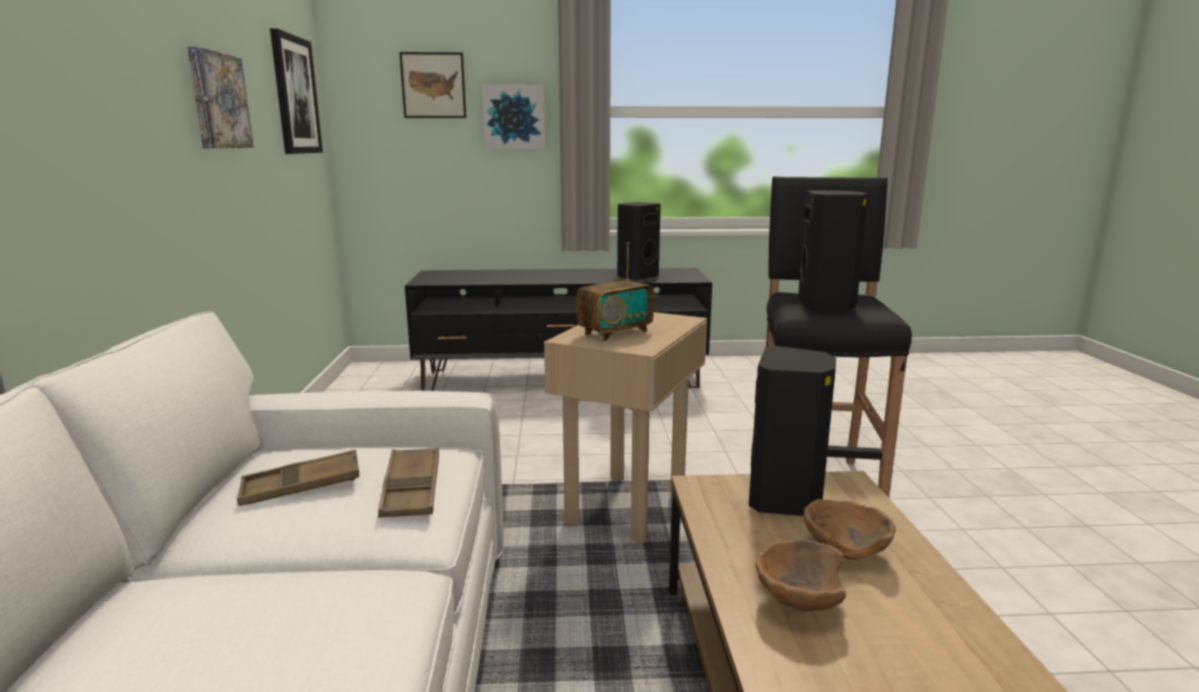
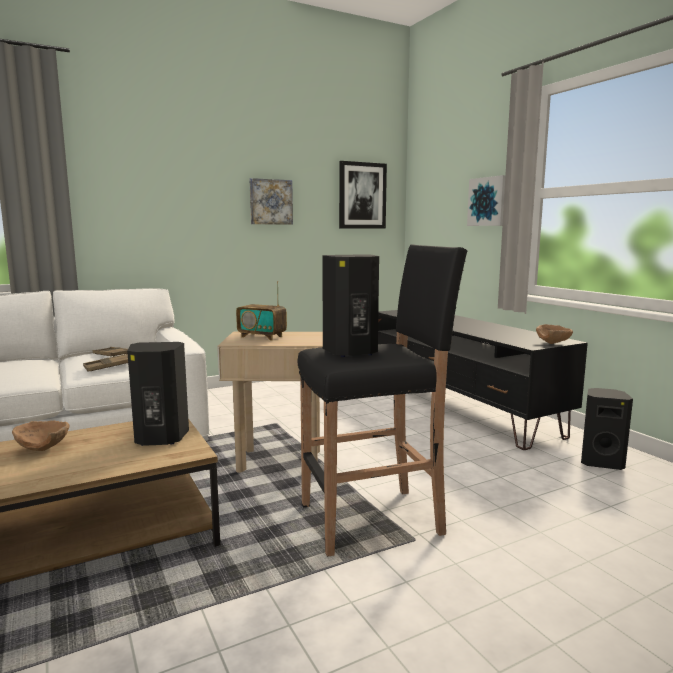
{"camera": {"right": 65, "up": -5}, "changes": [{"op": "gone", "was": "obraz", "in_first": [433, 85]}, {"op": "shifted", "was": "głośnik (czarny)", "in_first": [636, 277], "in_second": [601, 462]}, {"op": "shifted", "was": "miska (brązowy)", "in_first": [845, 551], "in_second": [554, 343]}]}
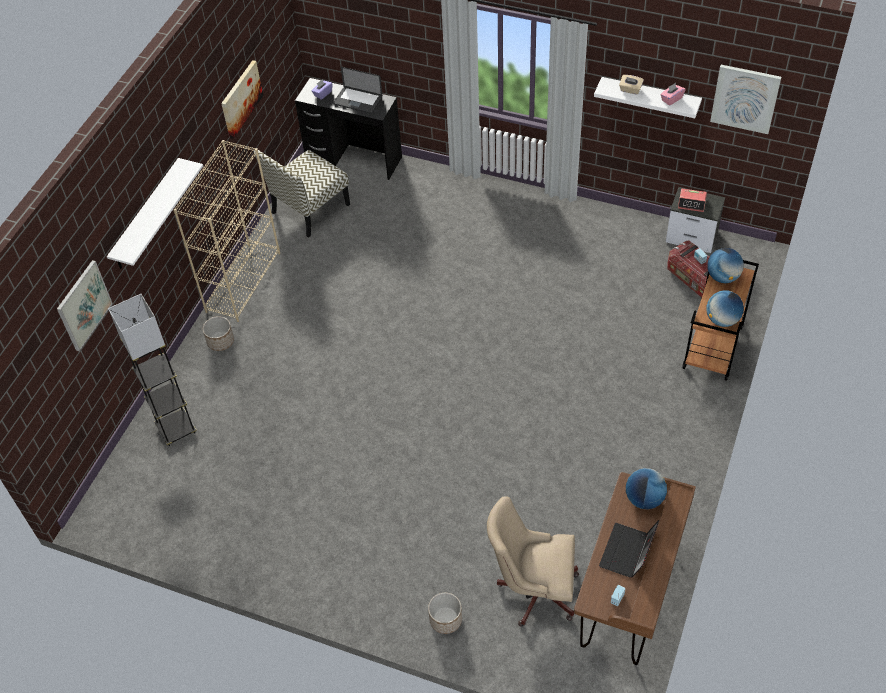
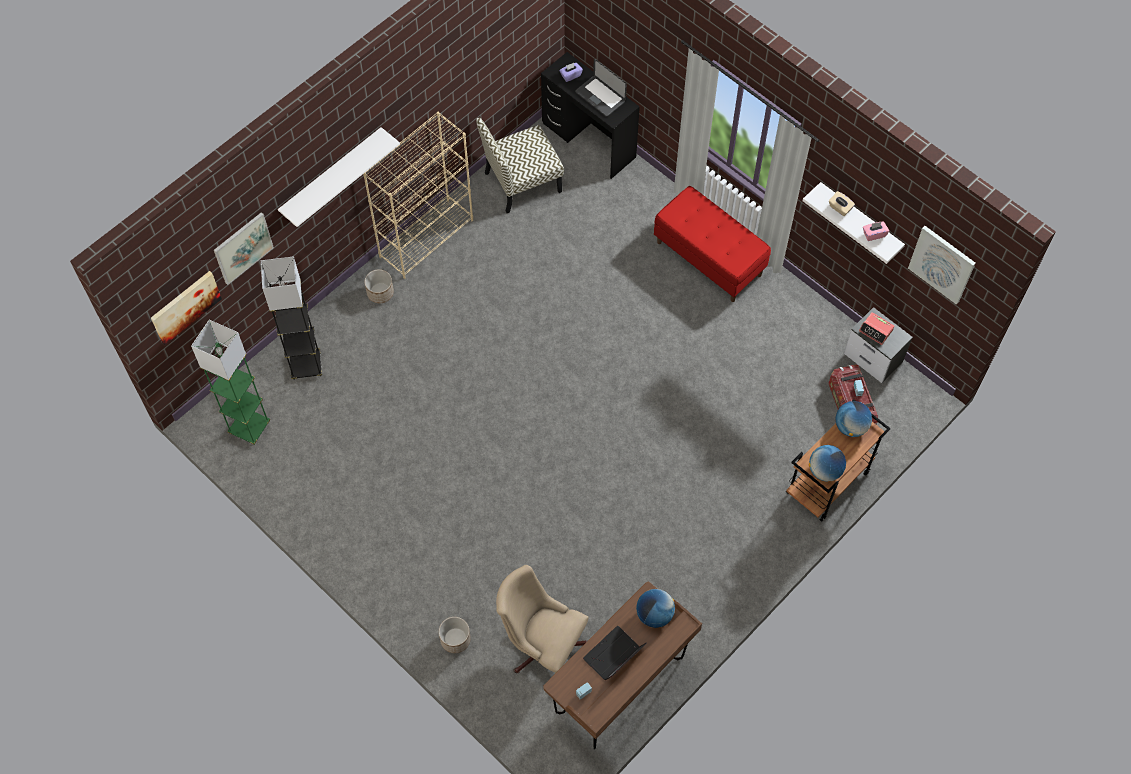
{"camera": {"right": 20, "up": 10}, "changes": [{"op": "shifted", "was": "obraz", "in_first": [241, 99], "in_second": [185, 306]}, {"op": "new", "now": "ławka (czerwony)", "in_second": [709, 258]}, {"op": "new", "now": "lampa stojąca (zielony)", "in_second": [249, 428]}]}
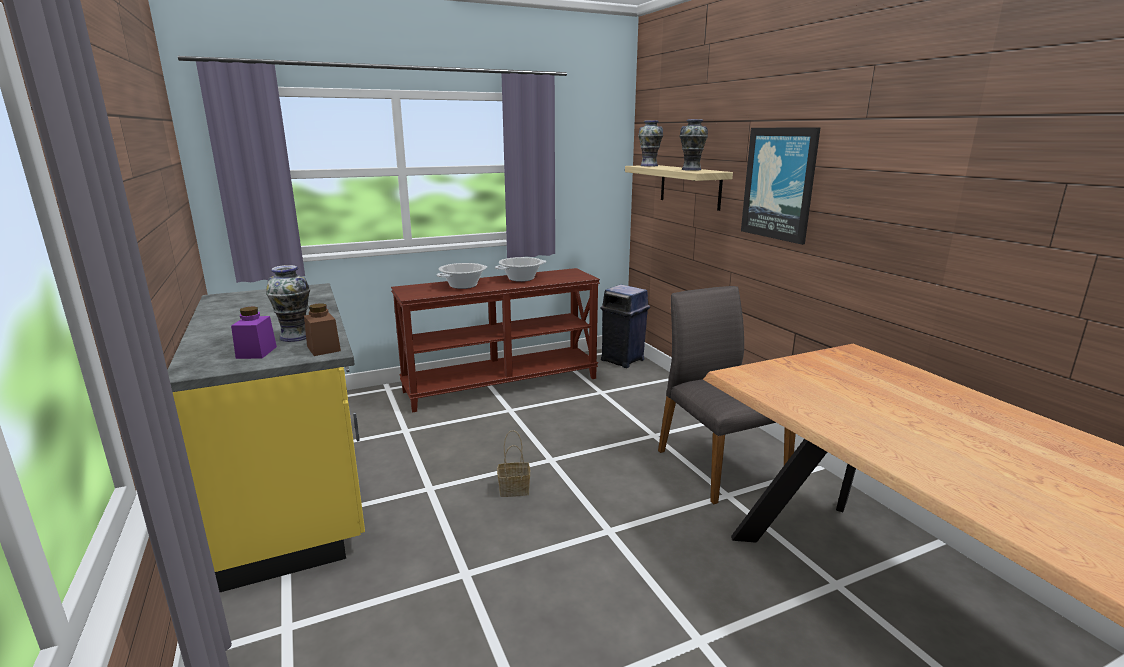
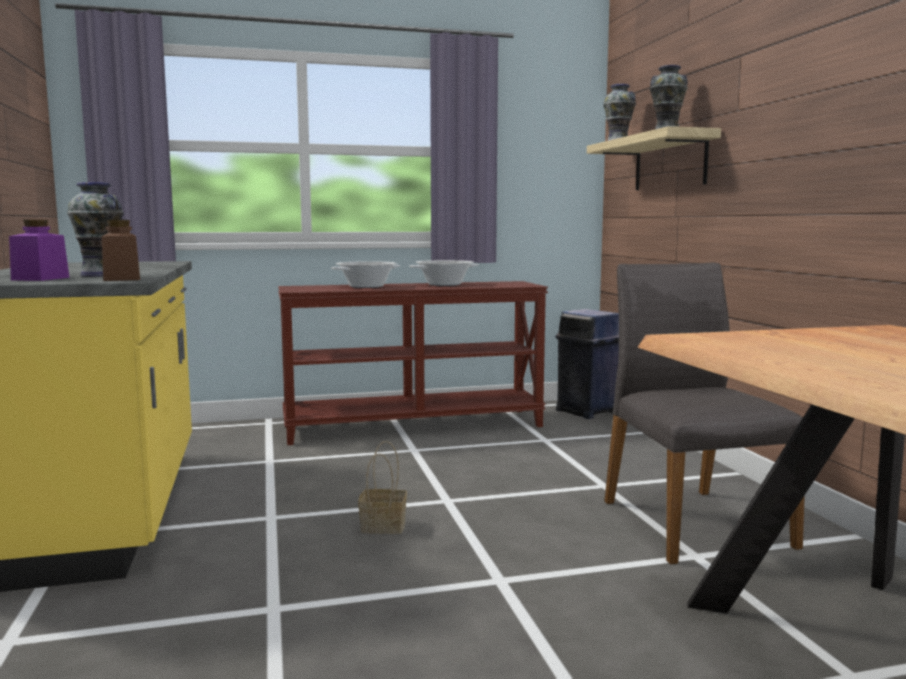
{"camera": {"right": 10, "up": -10}, "changes": [{"op": "gone", "was": "obraz", "in_first": [779, 184]}]}
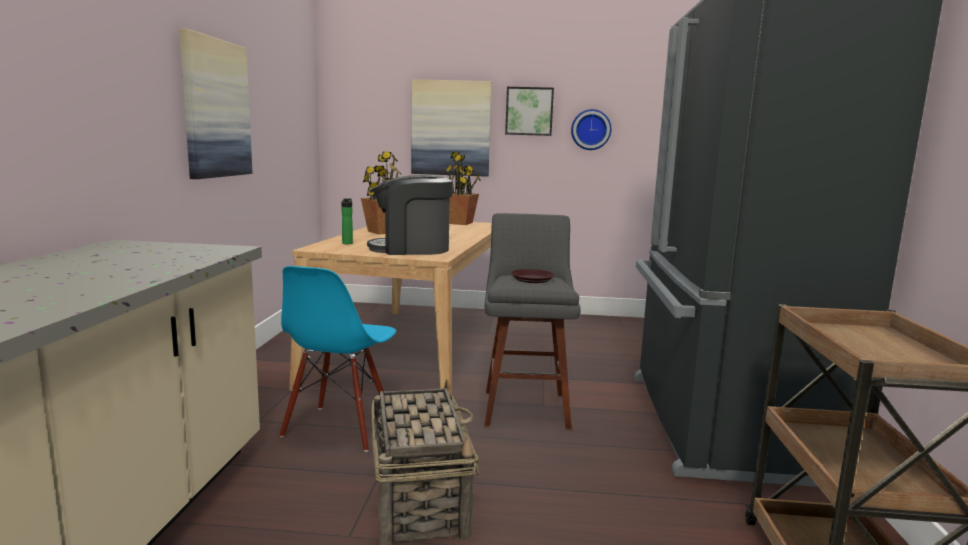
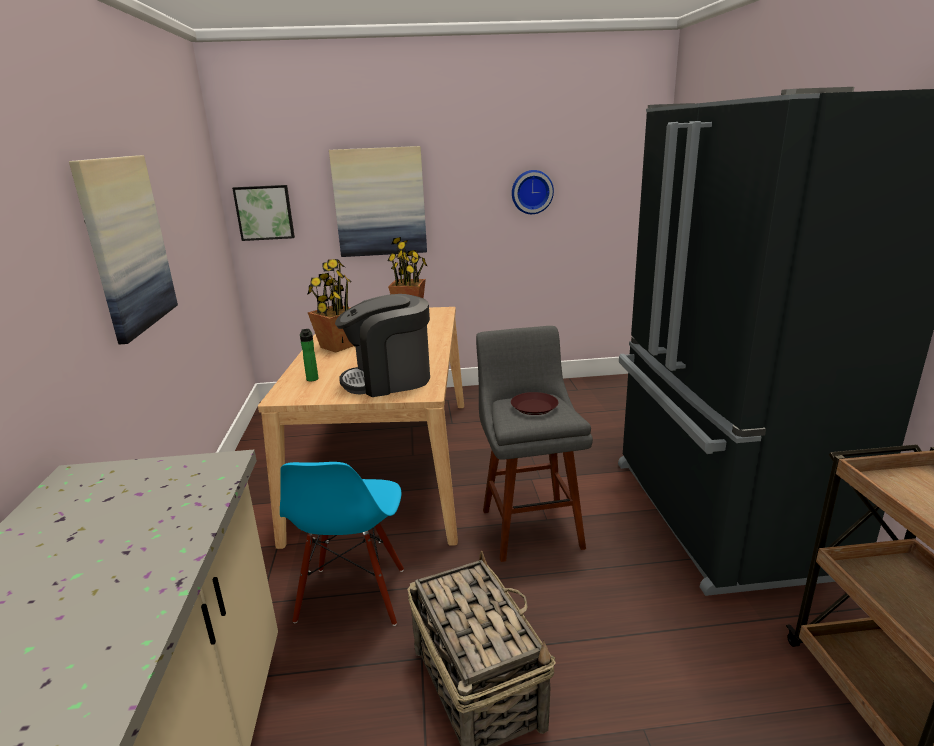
{"camera": {"right": -10, "up": 10}, "changes": [{"op": "shifted", "was": "obraz", "in_first": [529, 111], "in_second": [264, 212]}]}
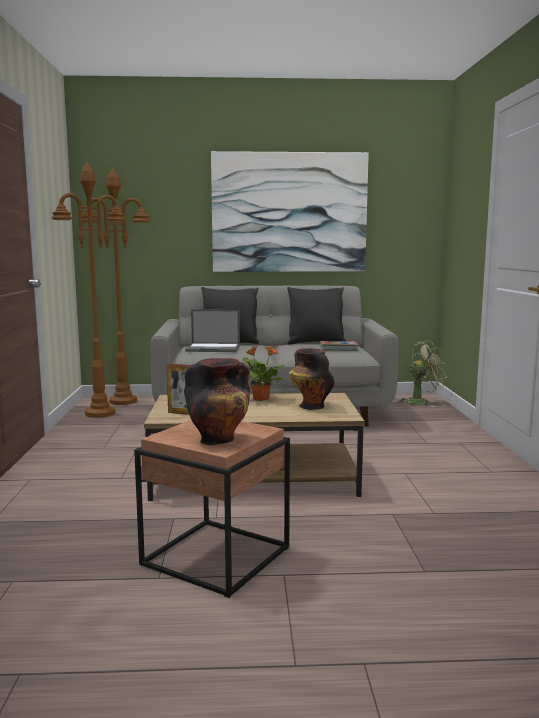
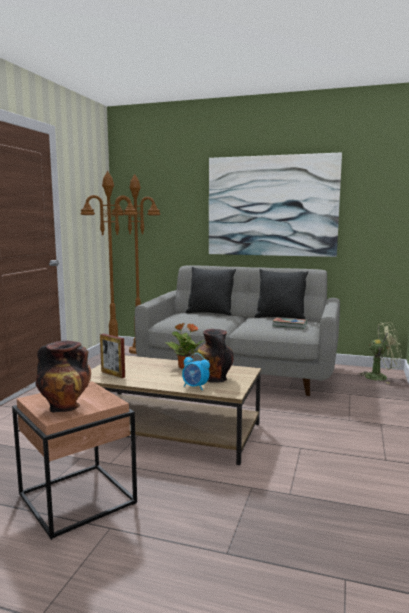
{"camera": {"right": 20, "up": 0}, "changes": [{"op": "gone", "was": "laptop", "in_first": [214, 348]}, {"op": "new", "now": "budzik", "in_second": [195, 387]}]}
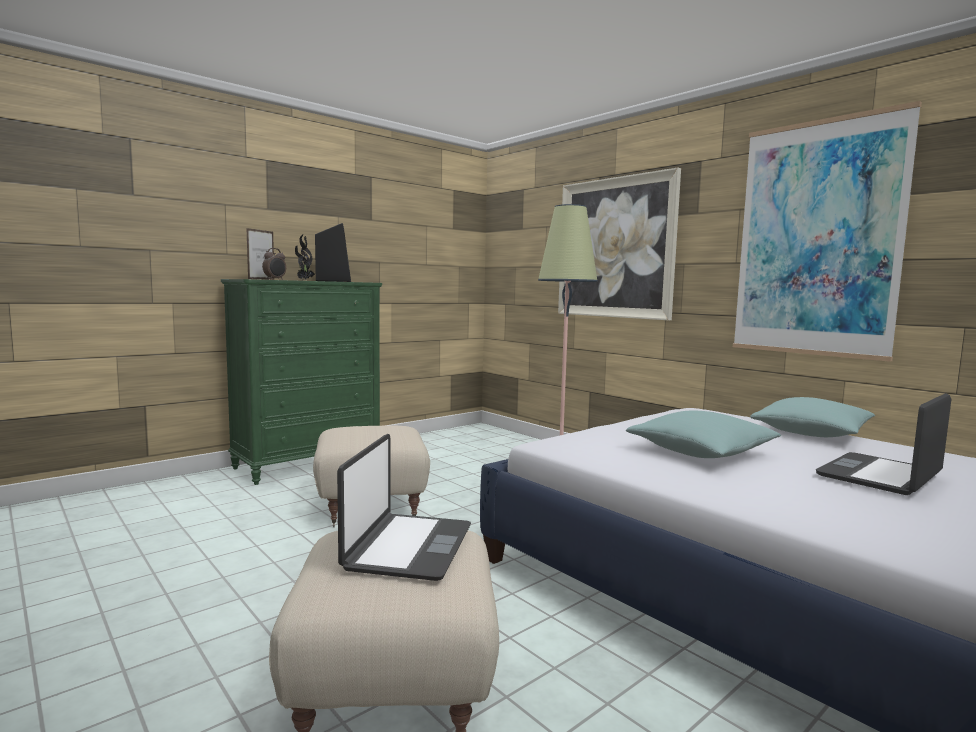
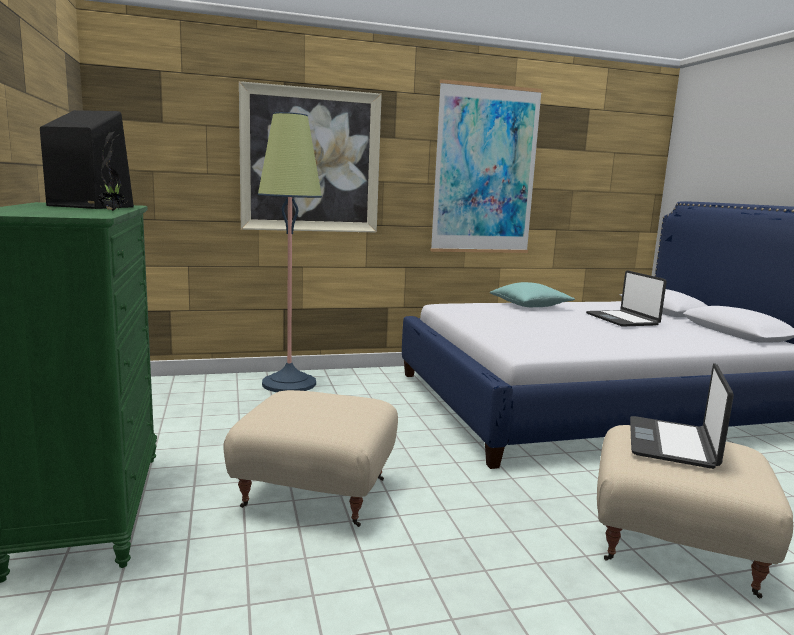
{"camera": {"right": -65, "up": 5}, "changes": [{"op": "gone", "was": "ramka na zdjęcie", "in_first": [261, 279]}, {"op": "gone", "was": "budzik", "in_first": [275, 279]}, {"op": "gone", "was": "poduszka (turkusowy)", "in_first": [701, 453]}, {"op": "rotated", "was": "laptop", "in_first": [408, 547], "in_second": [672, 444], "clockwise": -105}]}
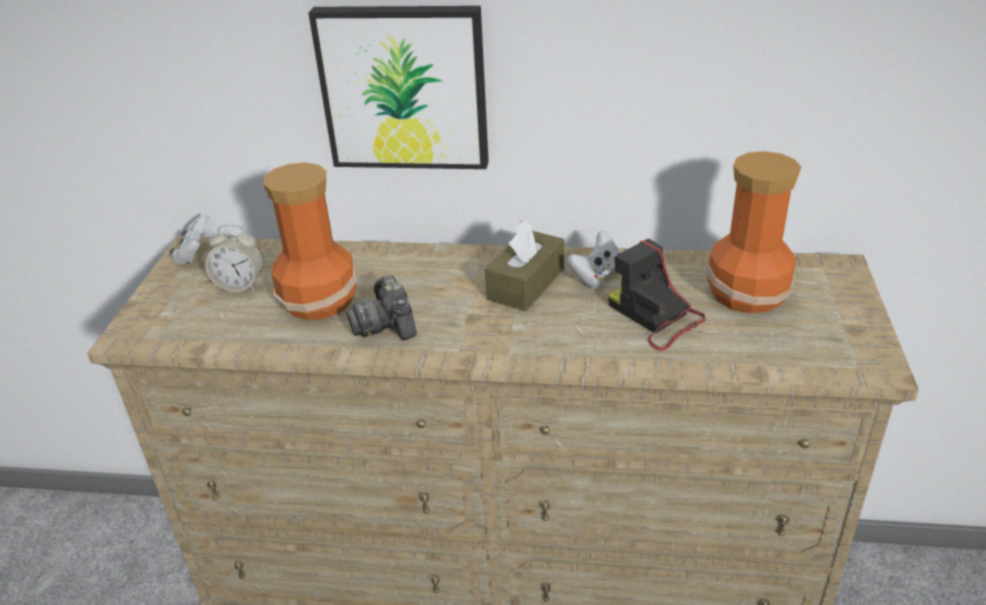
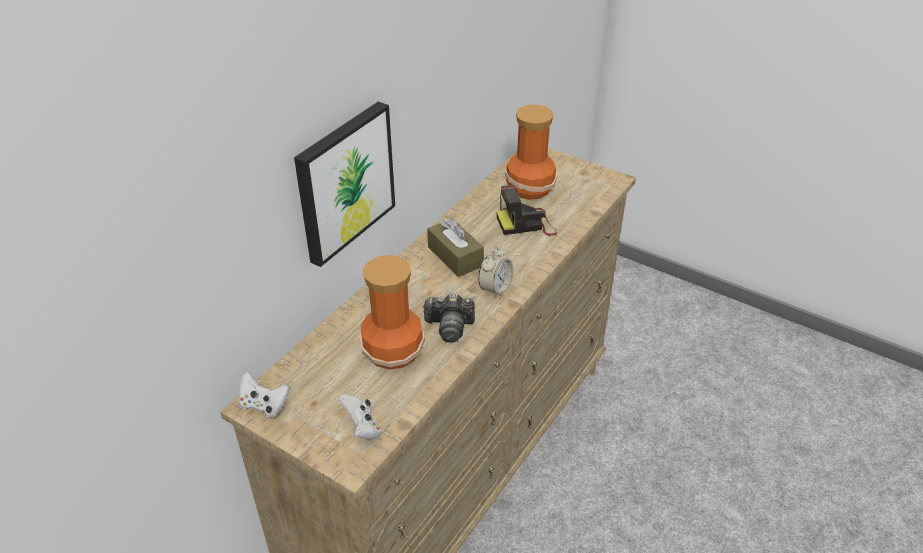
{"camera": {"right": -65, "up": 5}, "changes": [{"op": "shifted", "was": "budzik", "in_first": [240, 285], "in_second": [495, 288]}, {"op": "shifted", "was": "pad do gier (biały)", "in_first": [596, 276], "in_second": [362, 427]}]}
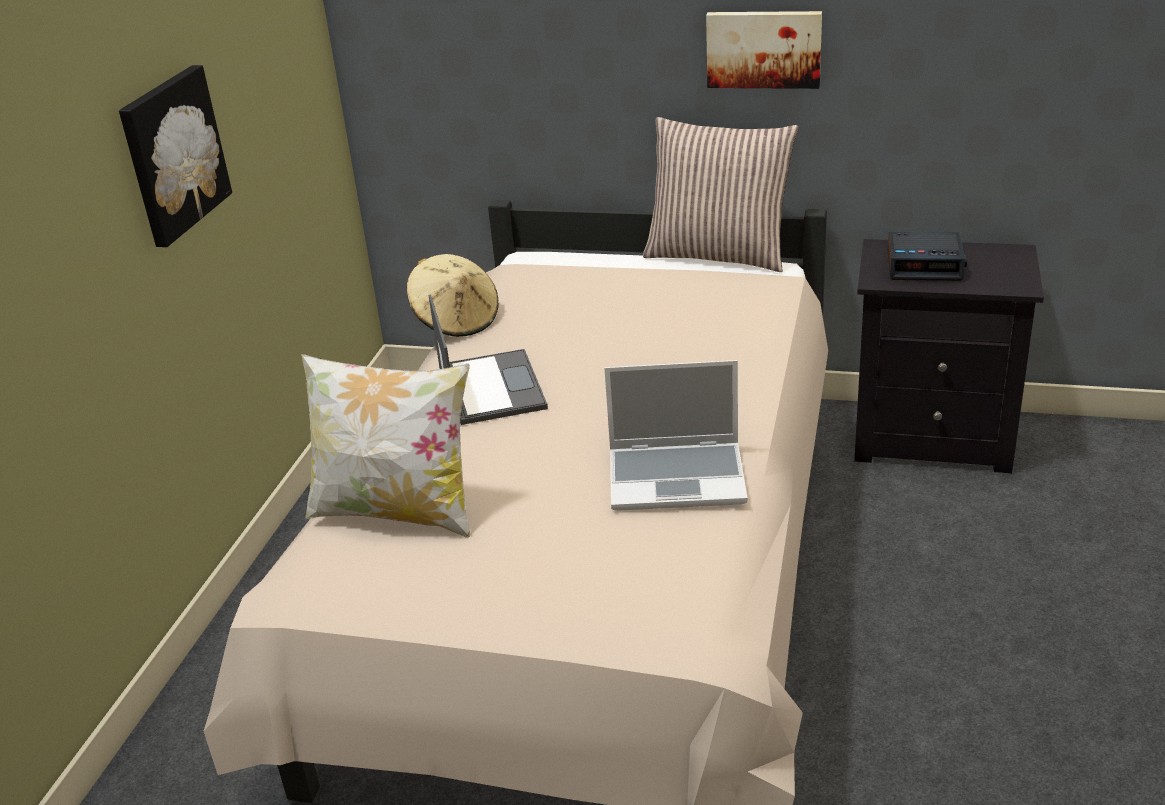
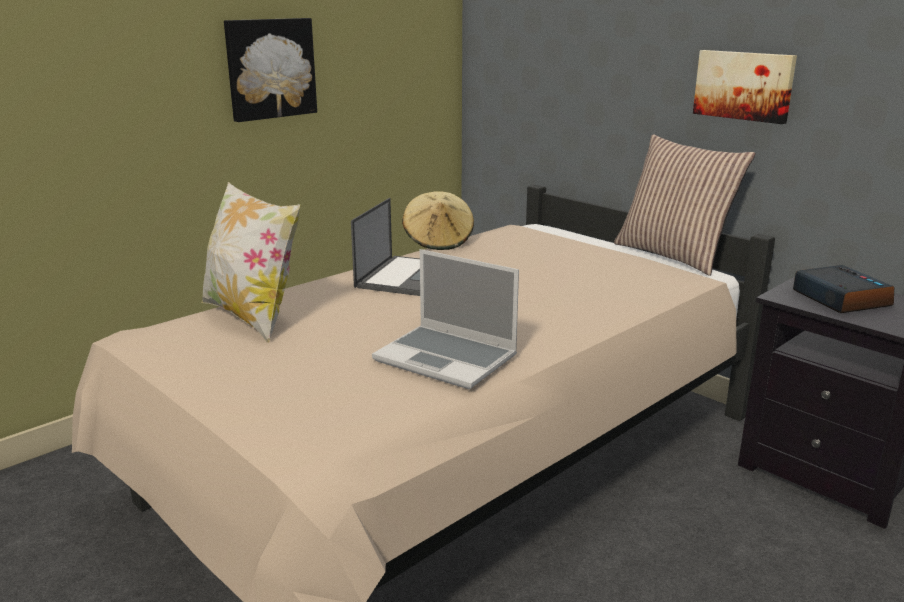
{"camera": {"right": 30, "up": -10}, "changes": [{"op": "rotated", "was": "budzik", "in_first": [925, 265], "in_second": [839, 298], "clockwise": -150}]}
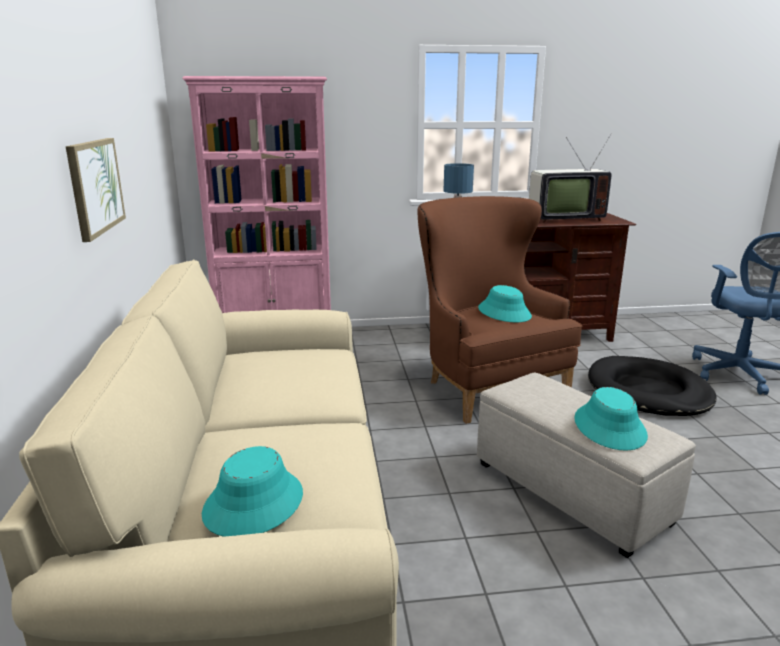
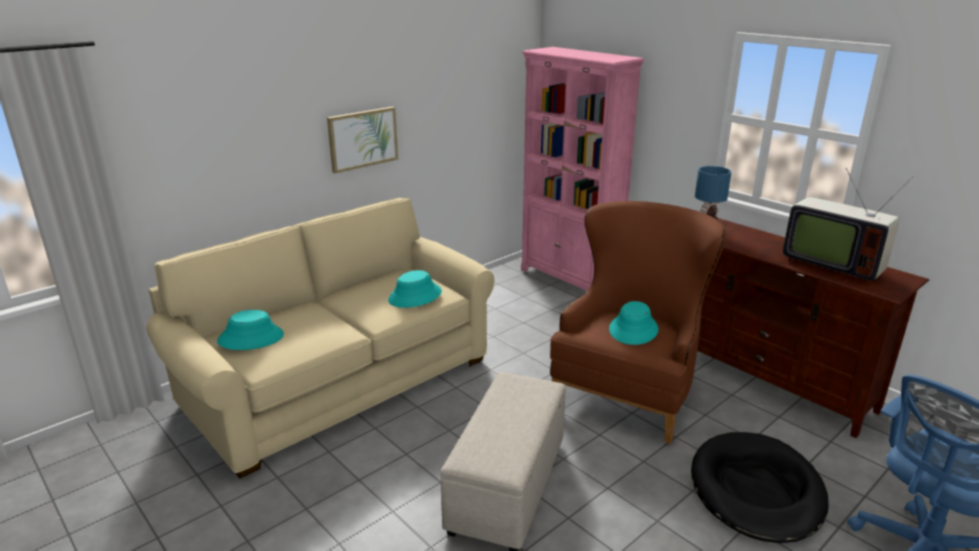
{"camera": {"right": 55, "up": 5}, "changes": [{"op": "shifted", "was": "kapelusz (turkusowy)", "in_first": [610, 427], "in_second": [415, 296]}]}
